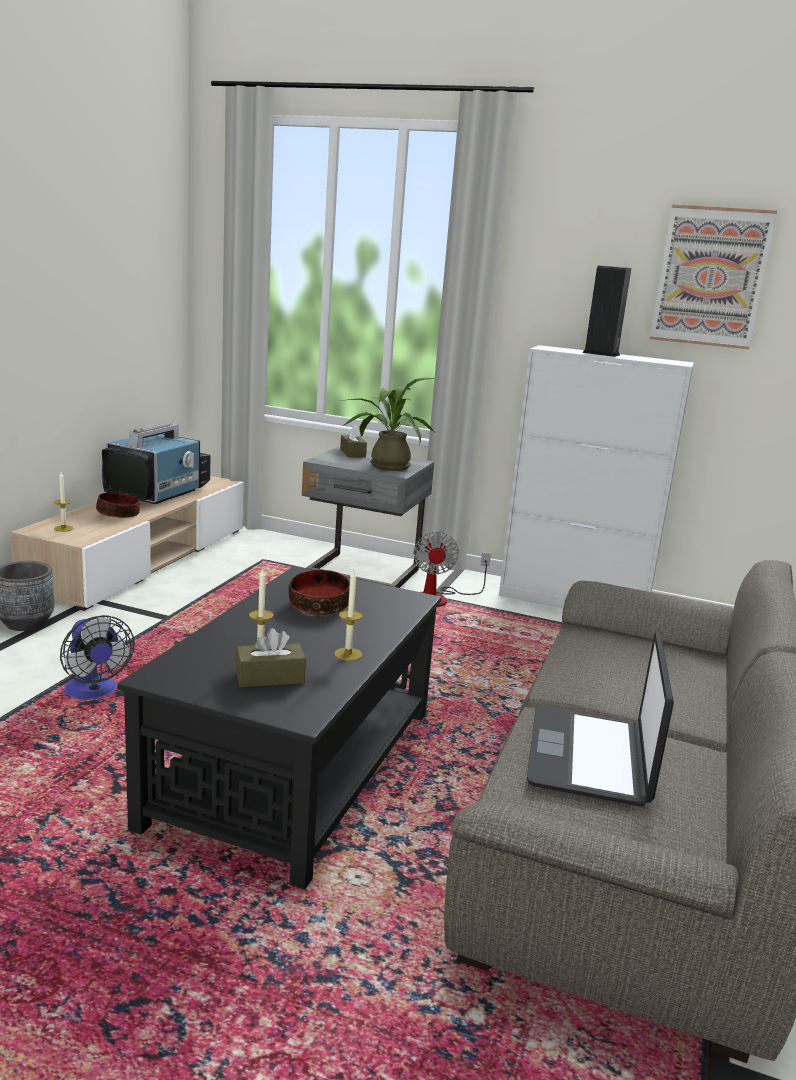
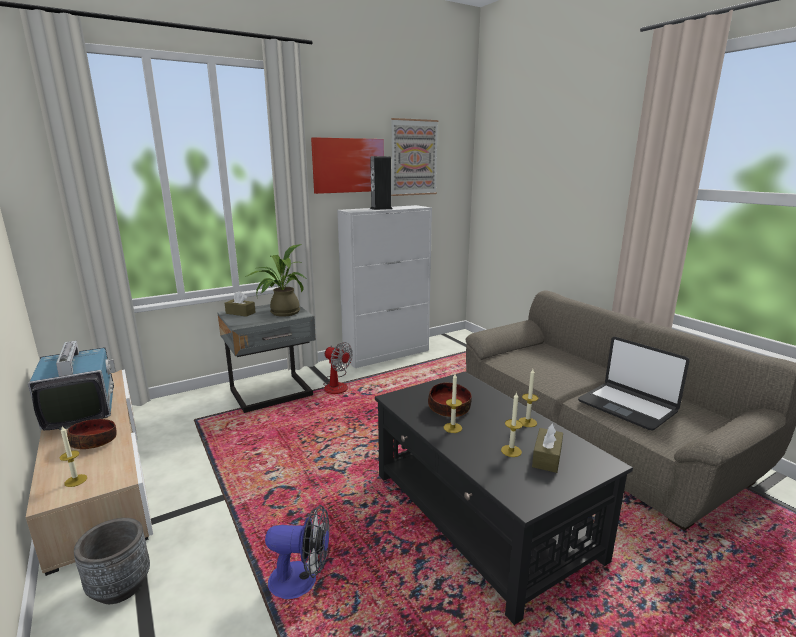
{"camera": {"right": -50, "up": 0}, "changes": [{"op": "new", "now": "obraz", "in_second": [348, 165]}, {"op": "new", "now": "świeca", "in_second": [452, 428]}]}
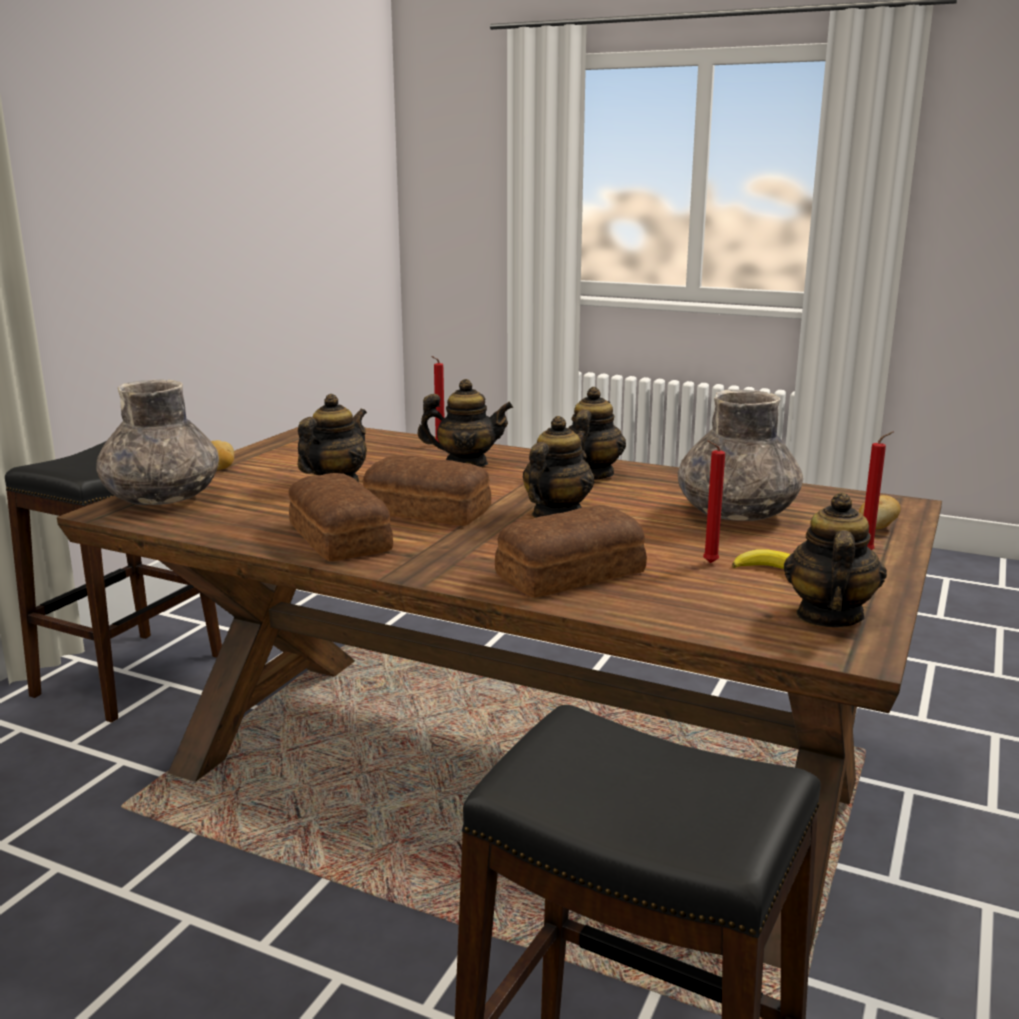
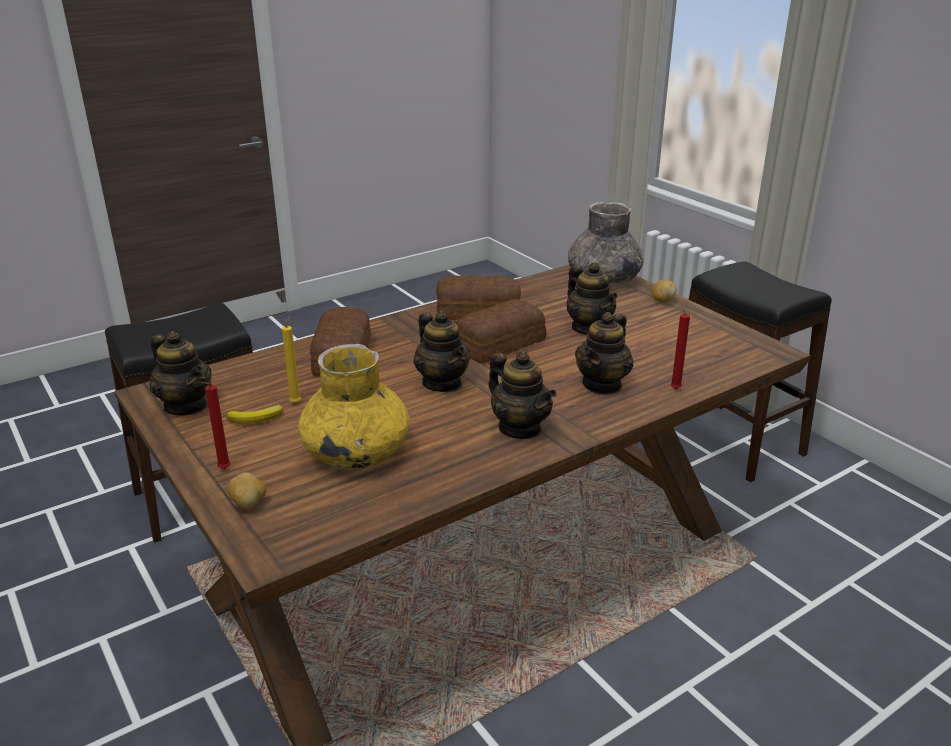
{"camera": {"right": 120, "up": 10}, "changes": [{"op": "repainted", "was": "wazon (szary)", "now": "wazon (żółty)", "in_first": [736, 515], "in_second": [356, 453]}, {"op": "repainted", "was": "świeca (czerwony)", "now": "świeca (żółty)", "in_first": [708, 563], "in_second": [296, 402]}]}
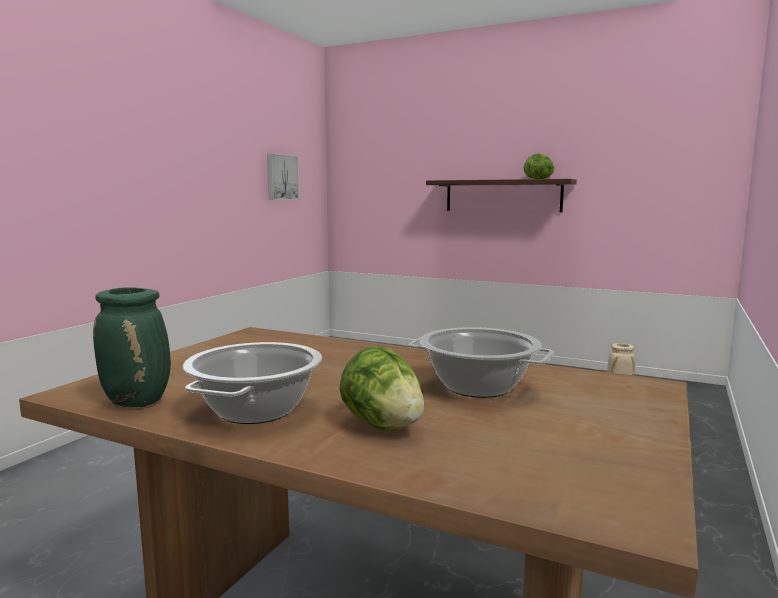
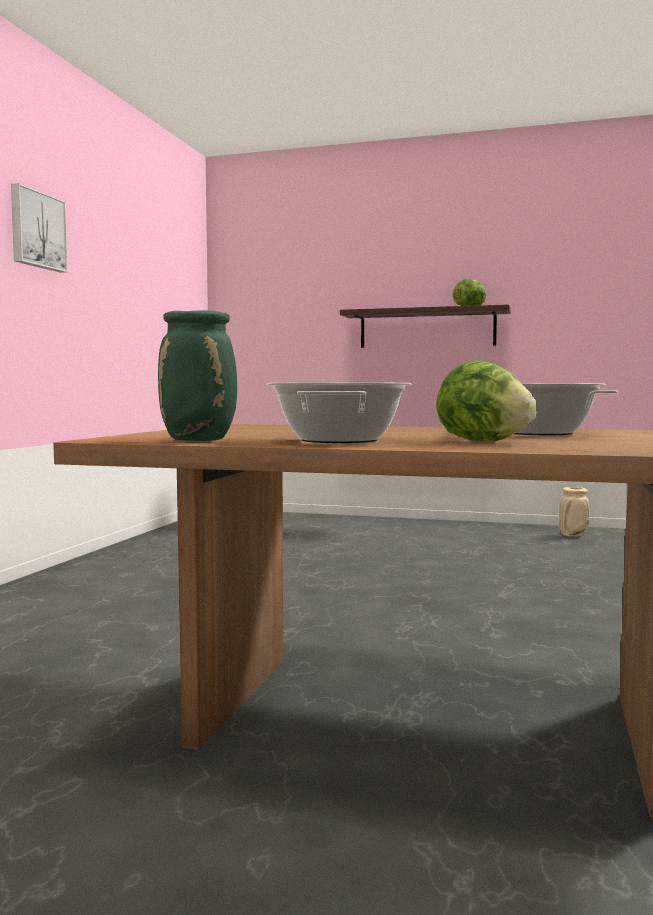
{"camera": {"right": -10, "up": -5}, "changes": [{"op": "shifted", "was": "obraz", "in_first": [281, 177], "in_second": [37, 230]}]}
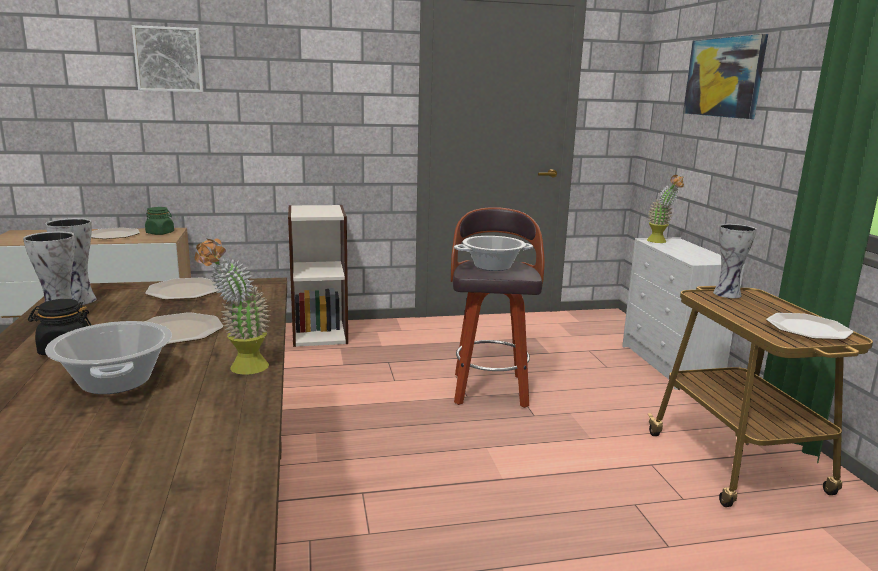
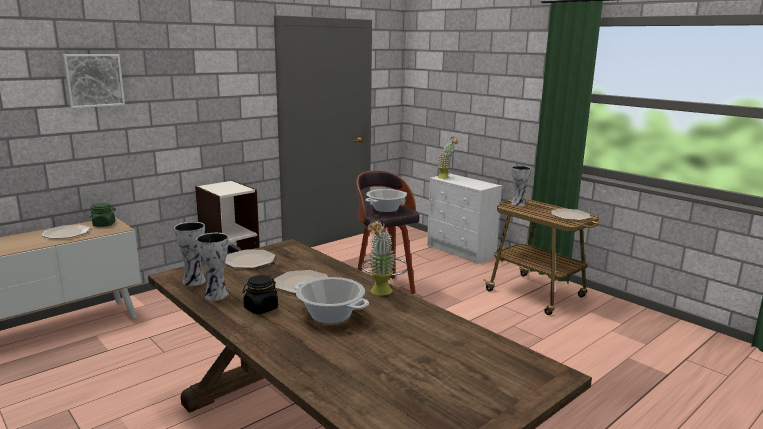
{"camera": {"right": -30, "up": 0}, "changes": [{"op": "gone", "was": "obraz", "in_first": [724, 77]}]}
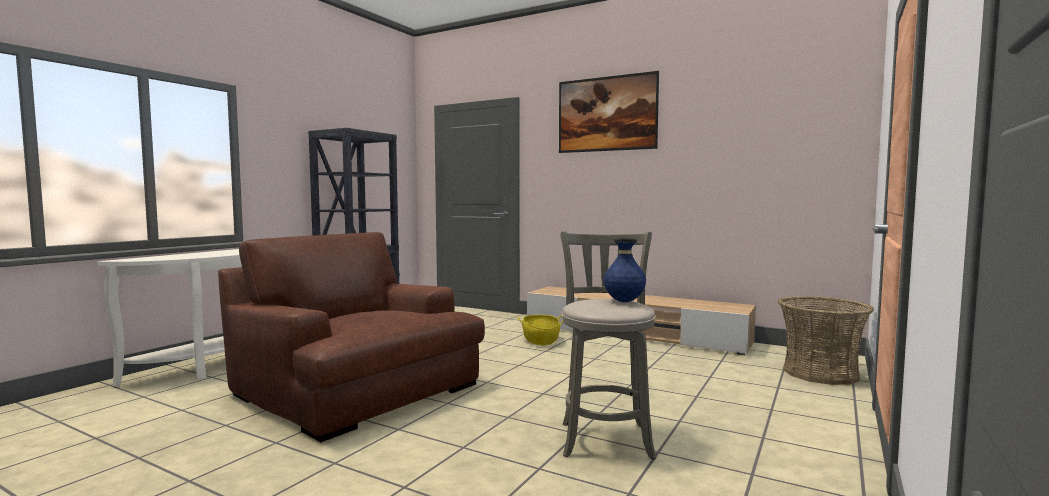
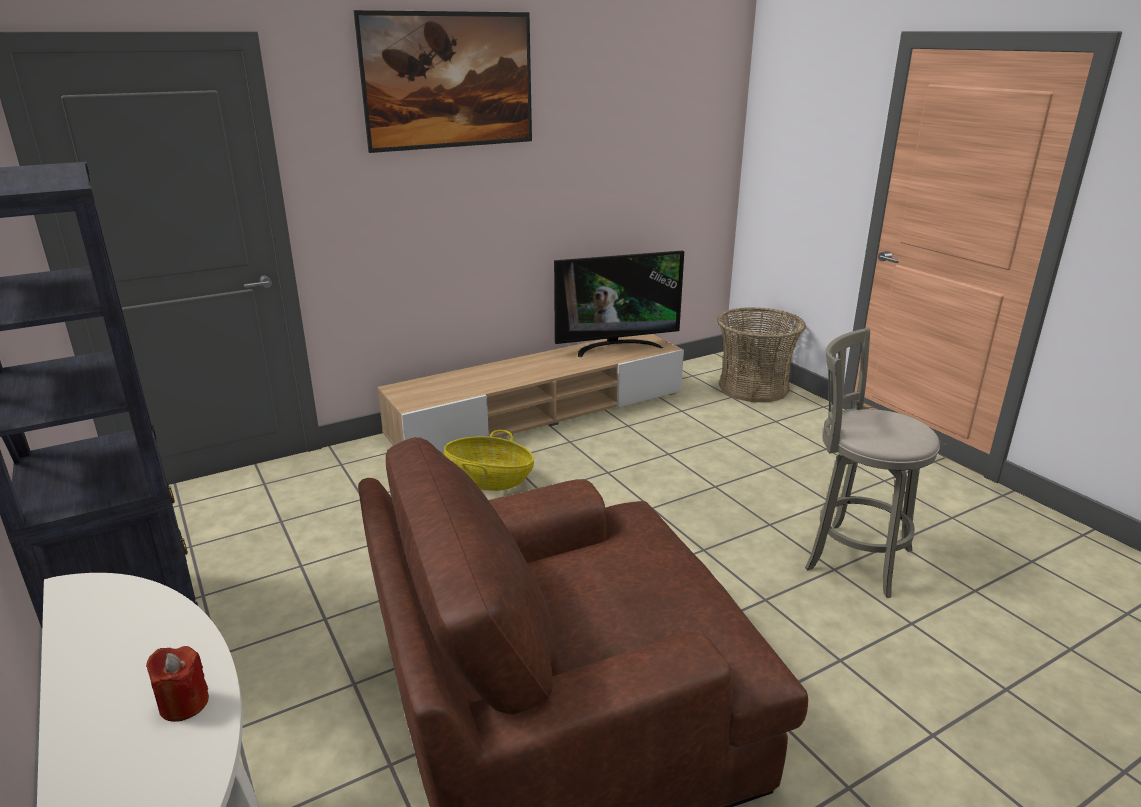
{"camera": {"right": -60, "up": 20}, "changes": [{"op": "gone", "was": "wazon (niebieski)", "in_first": [624, 302]}, {"op": "new", "now": "telewizor", "in_second": [616, 347]}, {"op": "new", "now": "świeca (czerwony)", "in_second": [184, 704]}]}
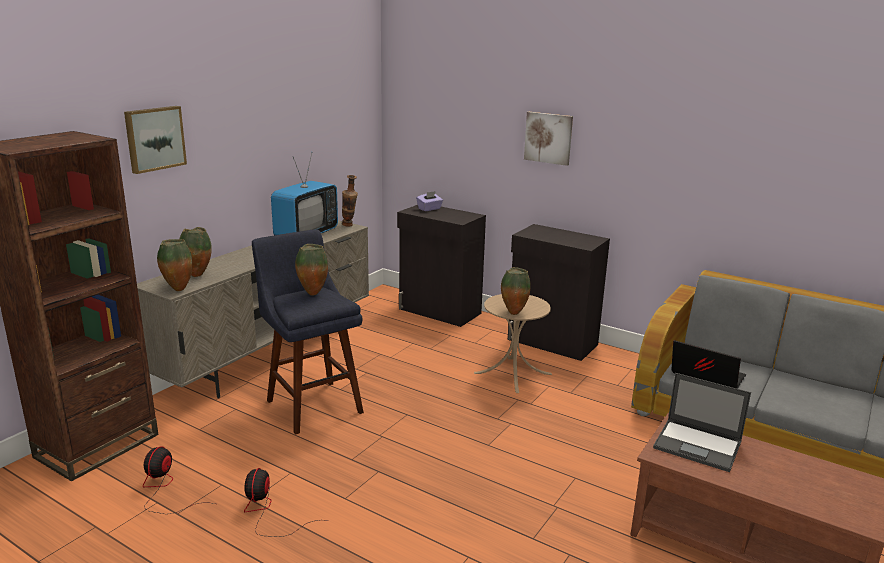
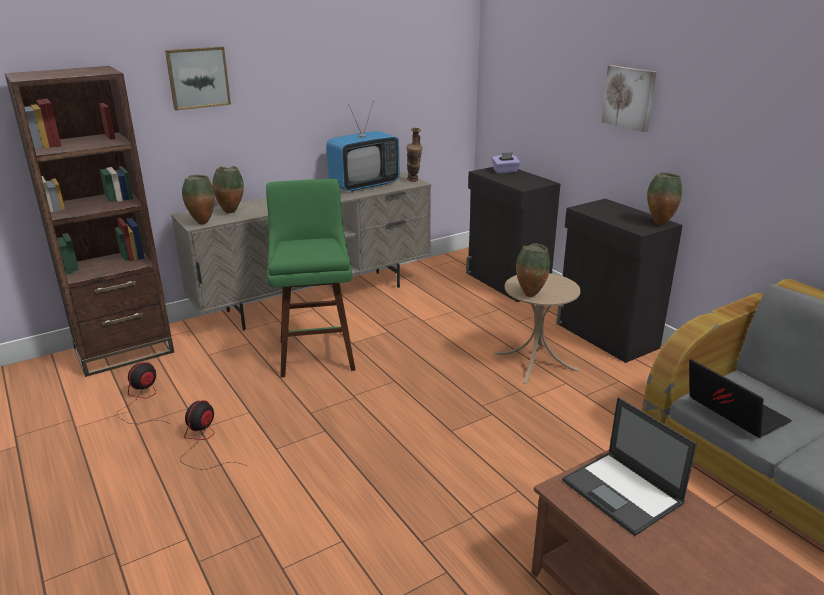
{"camera": {"right": 25, "up": 5}, "changes": [{"op": "repainted", "was": "stołek (niebieski)", "now": "stołek (zielony)", "in_first": [311, 403], "in_second": [316, 351]}, {"op": "shifted", "was": "wazon", "in_first": [312, 293], "in_second": [659, 223]}]}
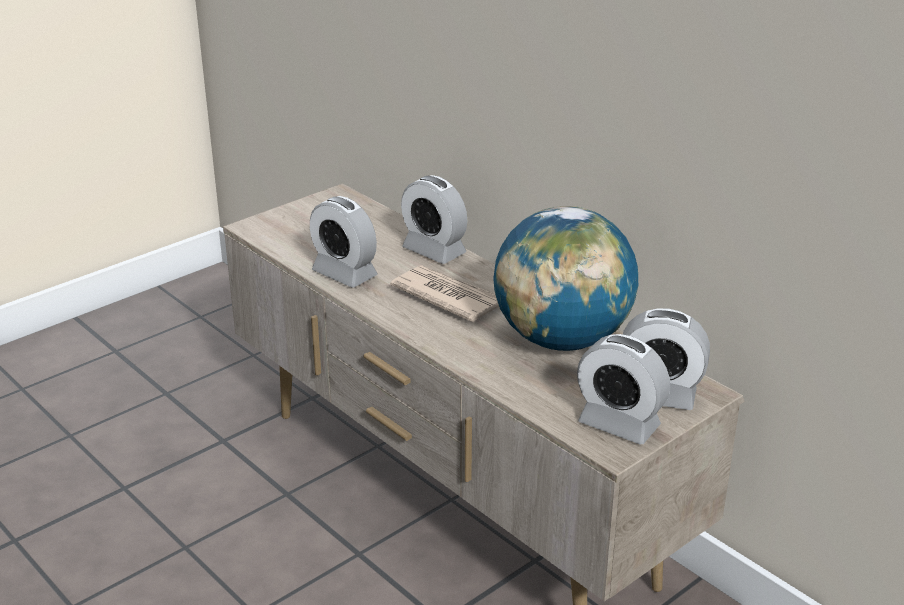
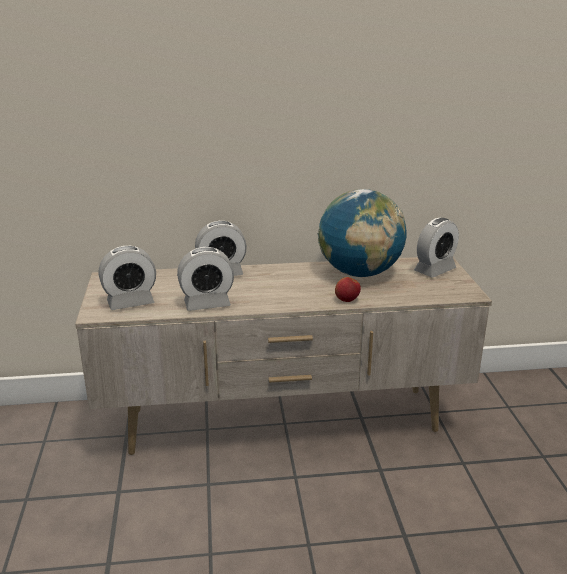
{"camera": {"right": -55, "up": -5}, "changes": [{"op": "gone", "was": "gazeta", "in_first": [448, 297]}, {"op": "shifted", "was": "budzik", "in_first": [619, 424], "in_second": [130, 302]}, {"op": "new", "now": "jabłko", "in_second": [347, 300]}]}
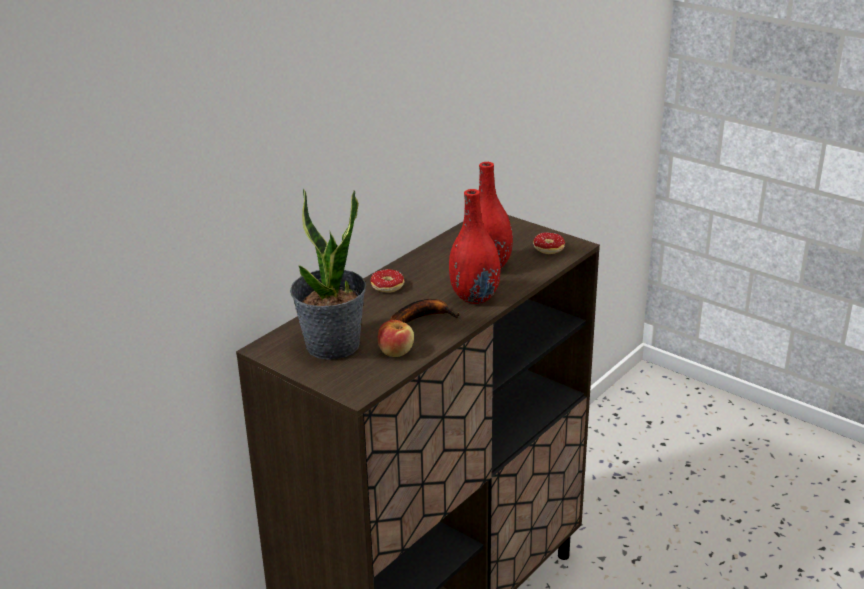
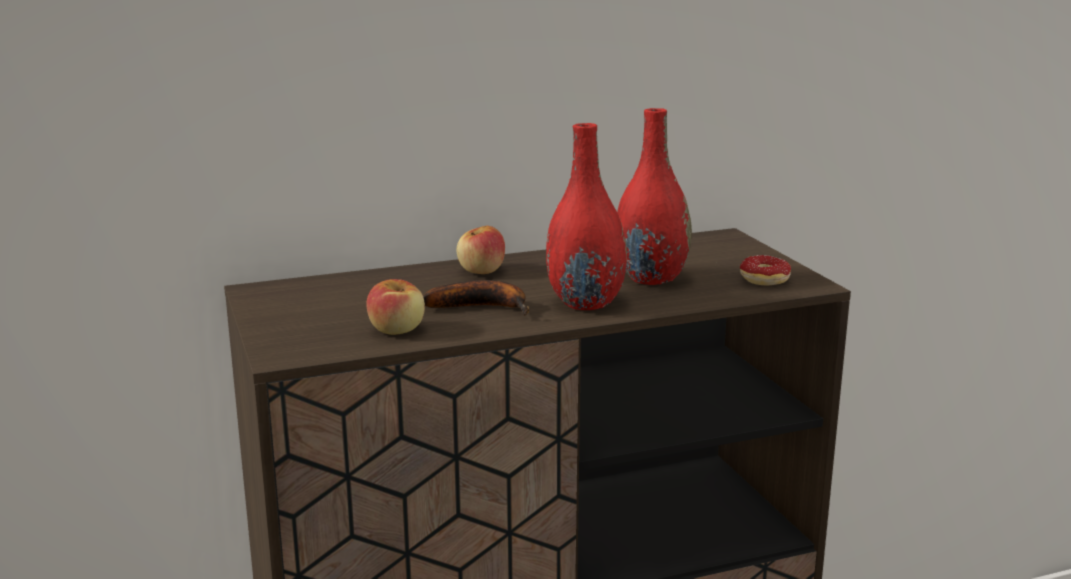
{"camera": {"right": 30, "up": -10}, "changes": [{"op": "gone", "was": "roślina doniczkowa", "in_first": [332, 345]}, {"op": "swapped", "was": "donut", "now": "jabłko", "in_first": [383, 289], "in_second": [481, 271]}]}
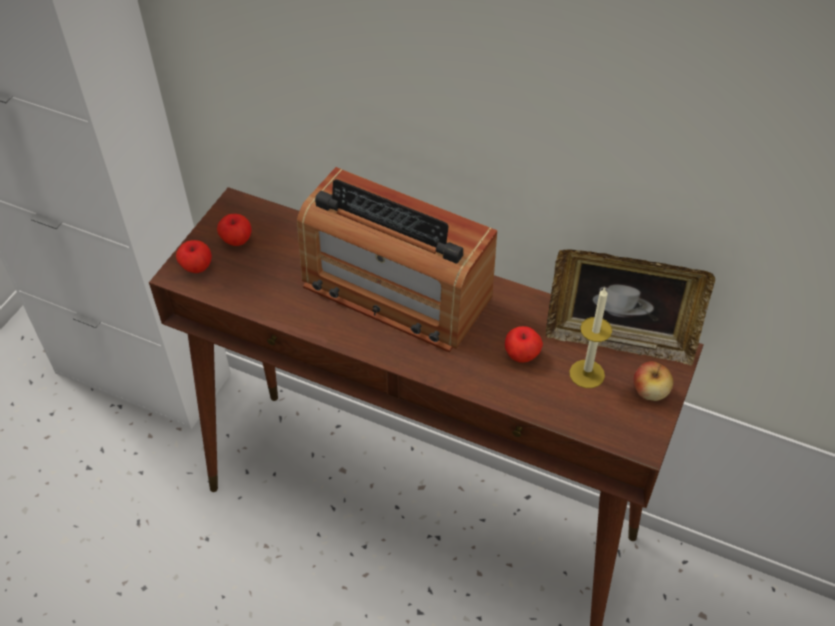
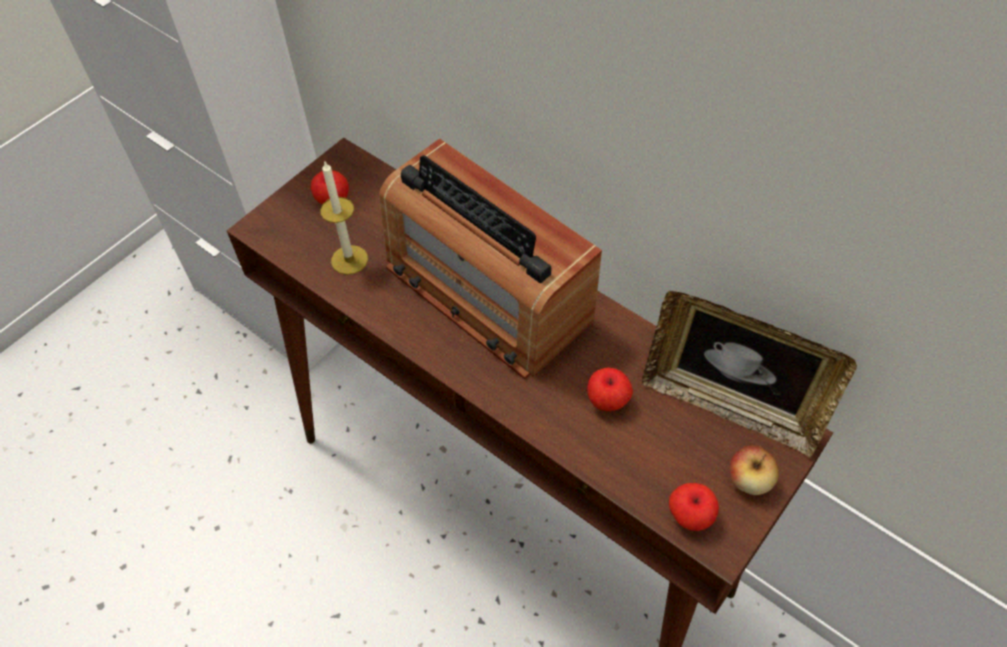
{"camera": {"right": 15, "up": 5}, "changes": [{"op": "shifted", "was": "jabłko", "in_first": [197, 267], "in_second": [690, 515]}, {"op": "shifted", "was": "świeca", "in_first": [587, 374], "in_second": [349, 260]}]}
